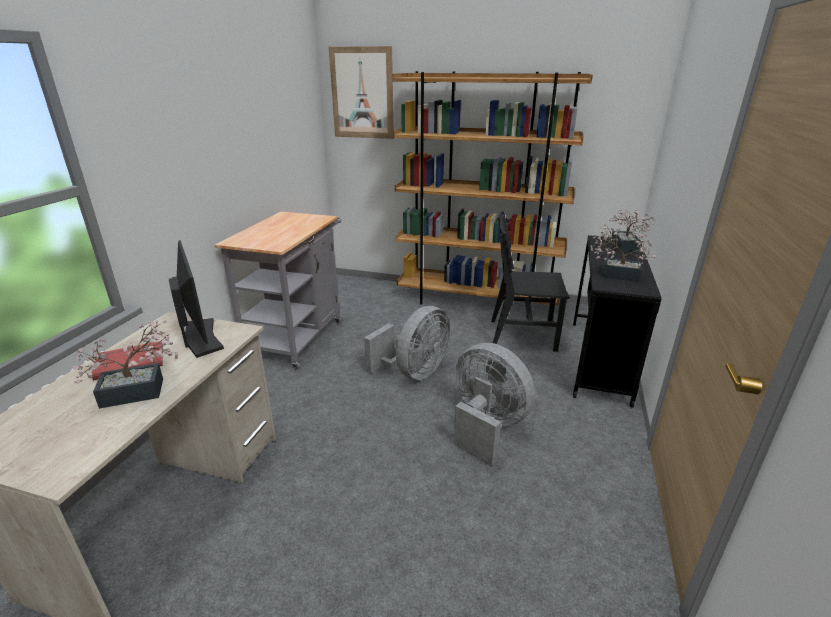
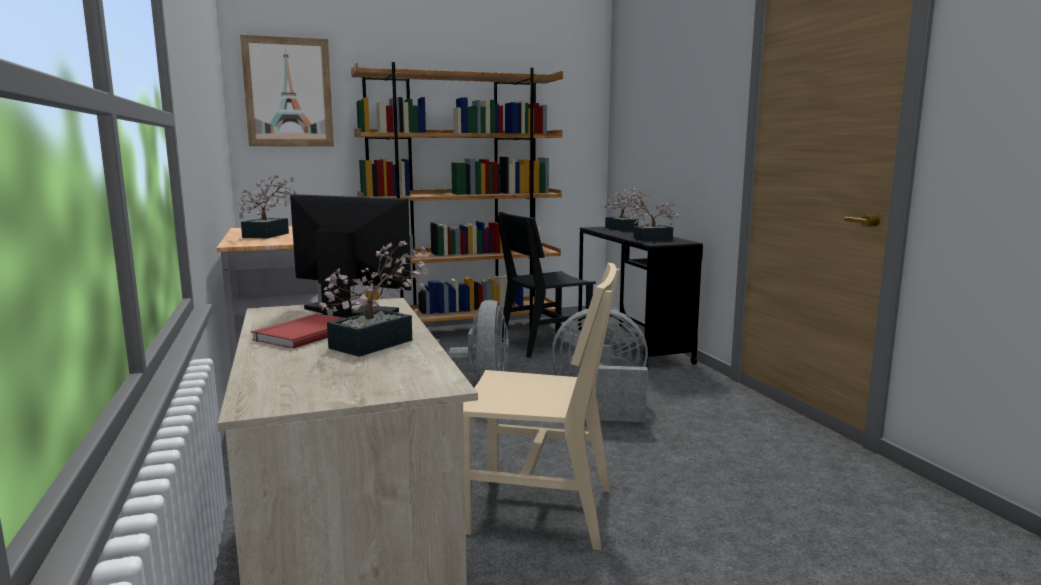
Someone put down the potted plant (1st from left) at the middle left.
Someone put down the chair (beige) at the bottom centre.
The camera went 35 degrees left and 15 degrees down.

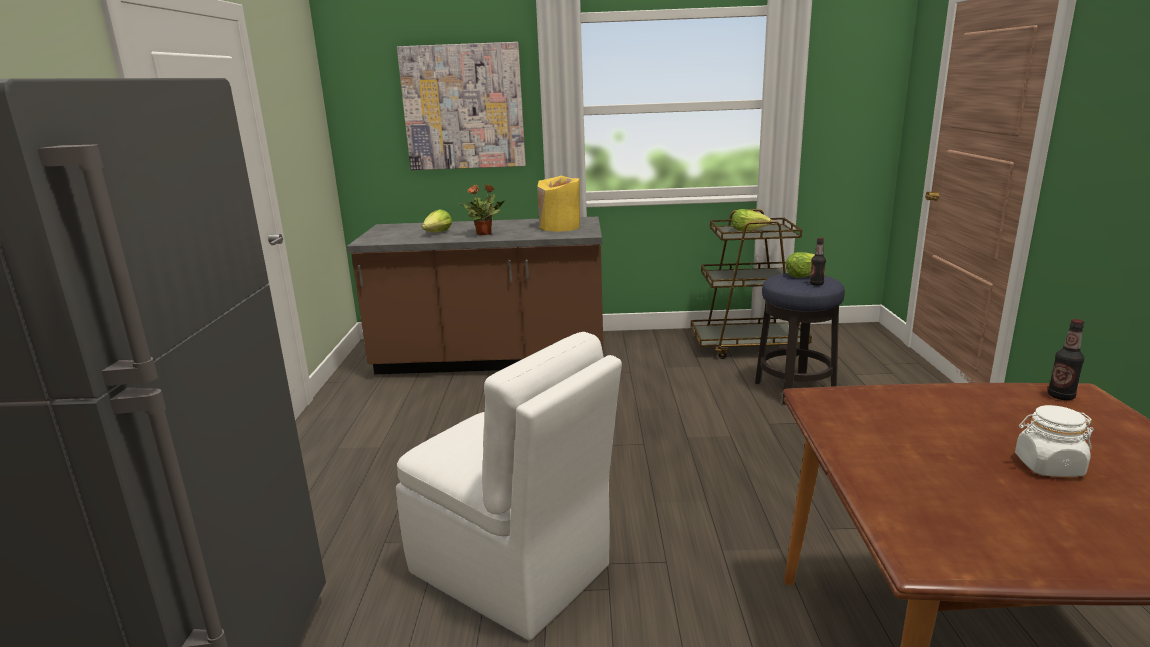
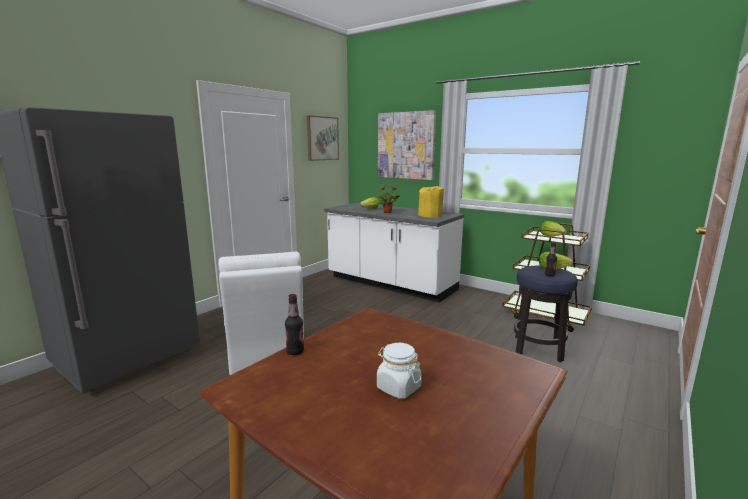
Someone carried the bottle (2nd from left in the first image) from the middle right to the centre.
Someone put up the picture (1st from left) at the top centre.
Someone repainted the counter (brown) at the centre, which became the counter (white) at the centre.
The camera went 35 degrees right and 5 degrees down.

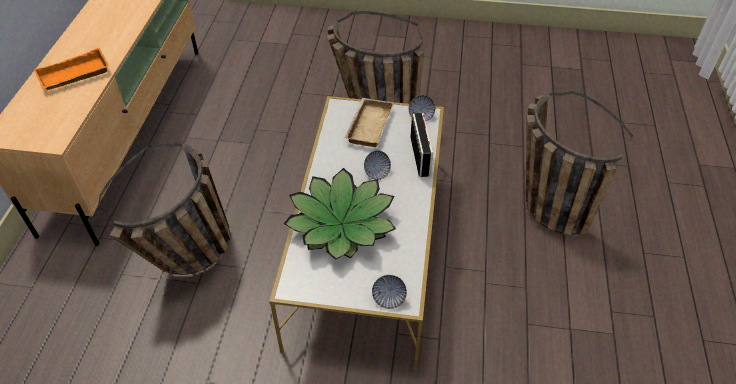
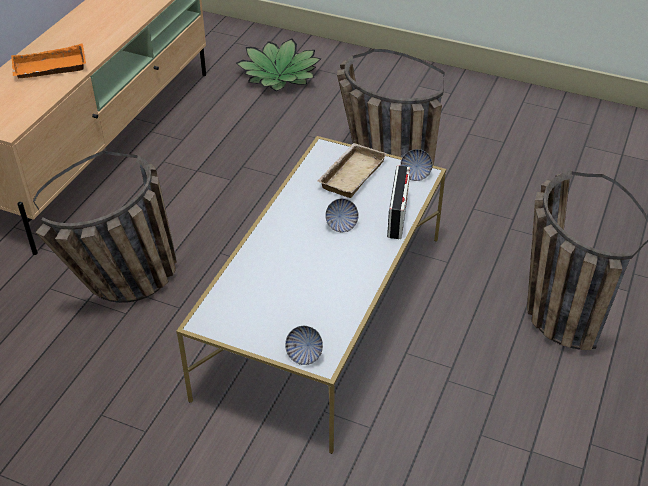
Someone carried the potted plant from the centre to the top centre.
The camera went 15 degrees right and 5 degrees down.

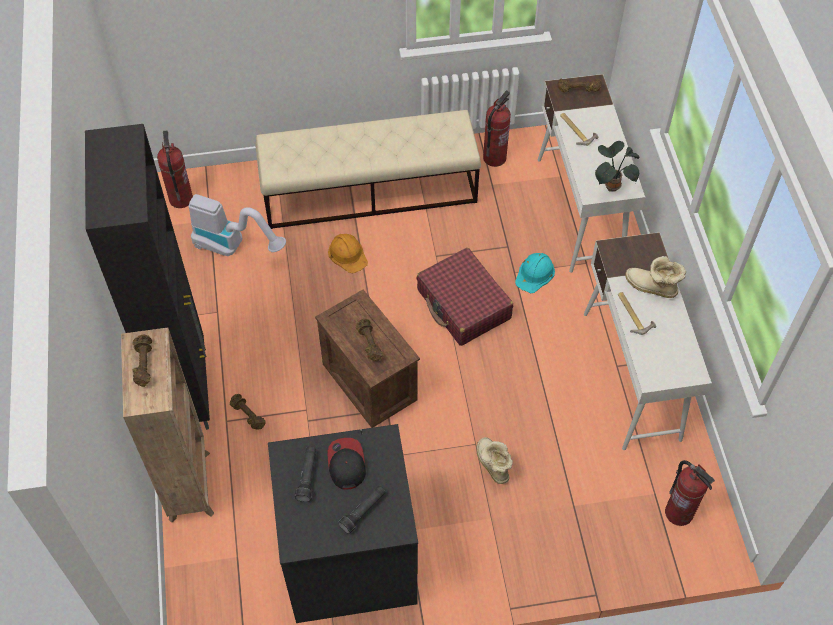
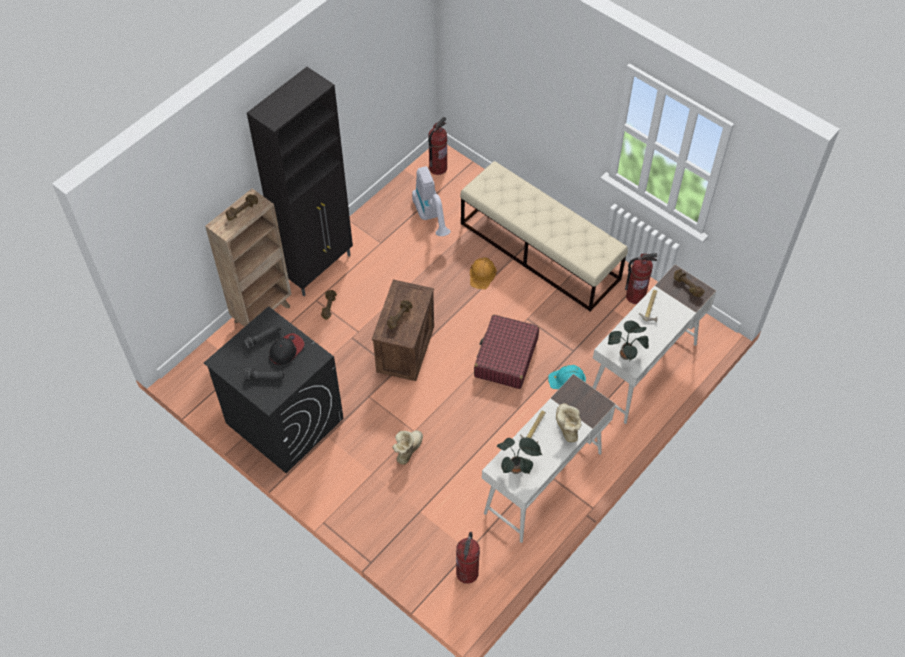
Someone put down the potted plant (1st from left) at the bottom centre.
The camera went 50 degrees right and 0 degrees up.

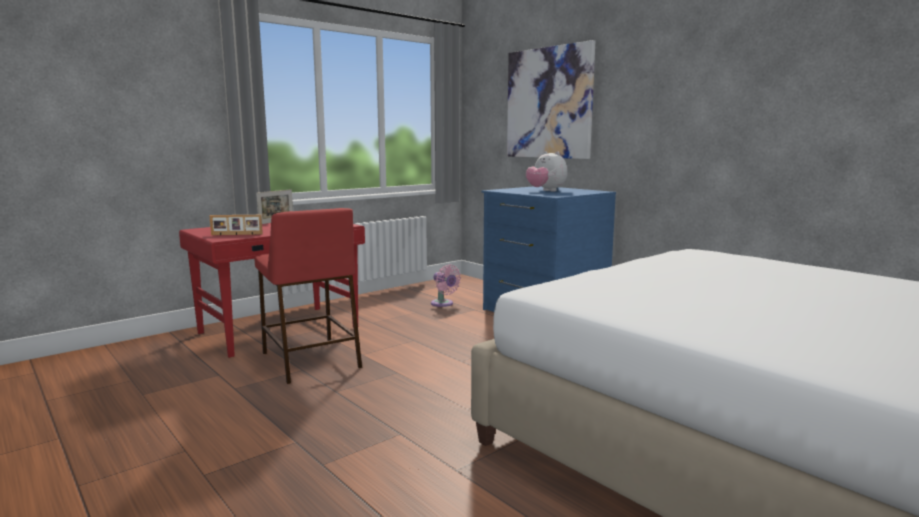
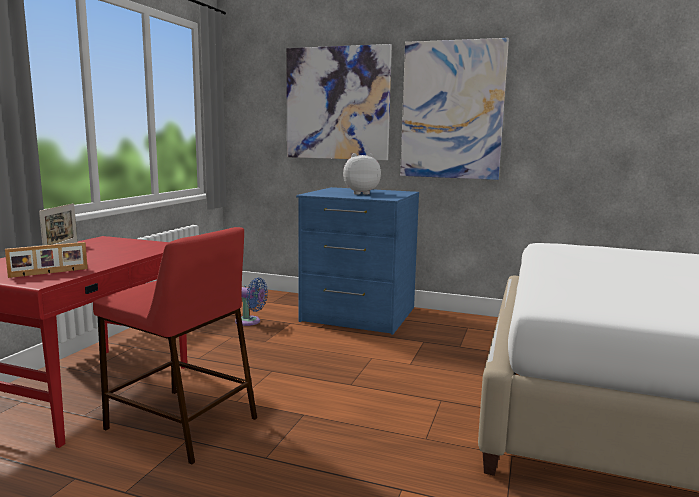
Someone repainted the fan (pink) at the centre, which became the fan (blue) at the centre.
Someone rotated the plush toy at the top centre by 150 degrees clockwise.
Someone put up the picture (2nd from left) at the top centre.
The camera went 30 degrees left and 0 degrees up.

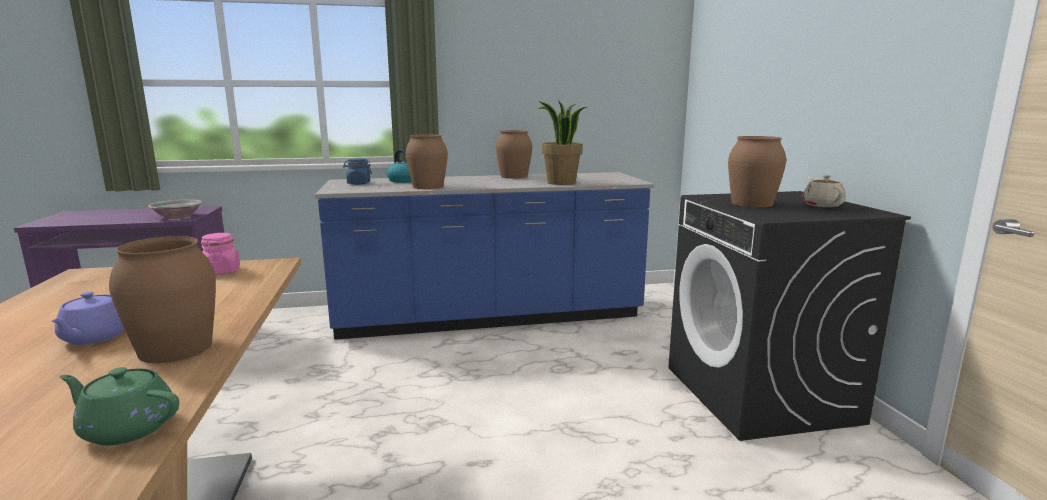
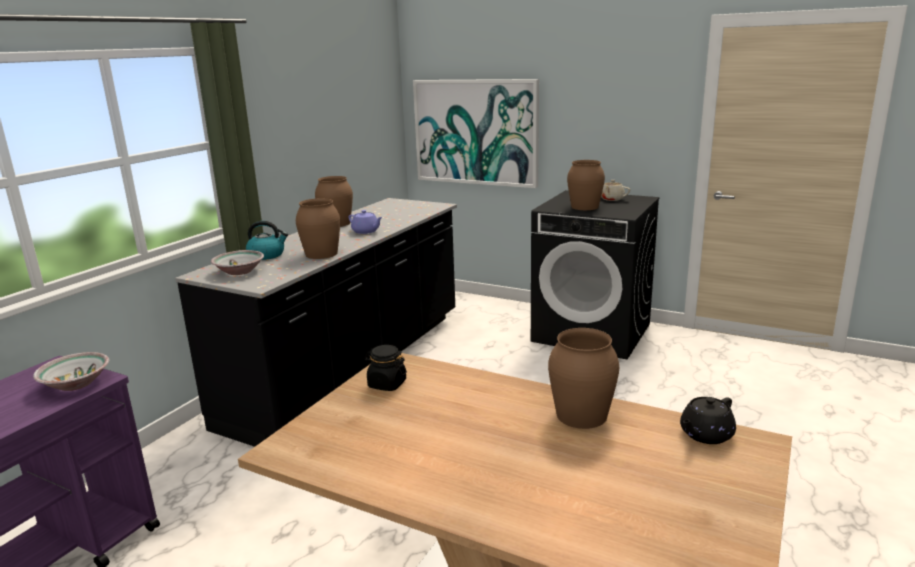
Someone repainted the counter (blue) at the centre, which became the counter (black) at the centre.
Someone swapped the jar (blue) at the centre for the bowl (2nd from left) at the middle left.
Someone carried the teapot (purple) from the middle left to the centre.
Someone repainted the jar (pink) at the middle left, which became the jar (black) at the centre.
Someone put up the picture at the top centre.
Someone repainted the teapot (green) at the bottom left, which became the teapot (black) at the bottom right.
Someone took away the potted plant at the top centre.
The camera went 50 degrees left and 5 degrees up.

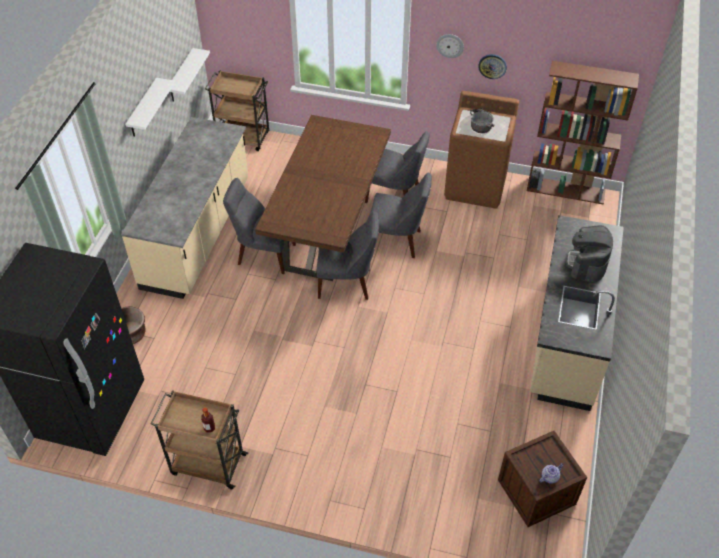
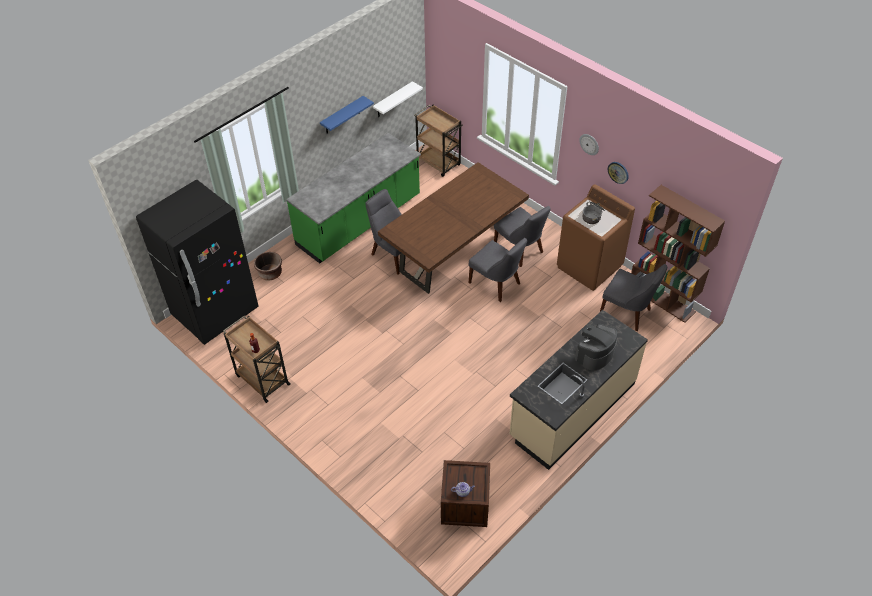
Someone repainted the counter (beige) (1st from left) at the middle left, which became the counter (green) at the top centre.
Someone repainted the shelf (white) (1st from left) at the top left, which became the shelf (blue) at the top centre.
Someone carried the chair (grey) (2nd from left in the first image) from the centre to the middle right.
The camera went 30 degrees right and 0 degrees up.

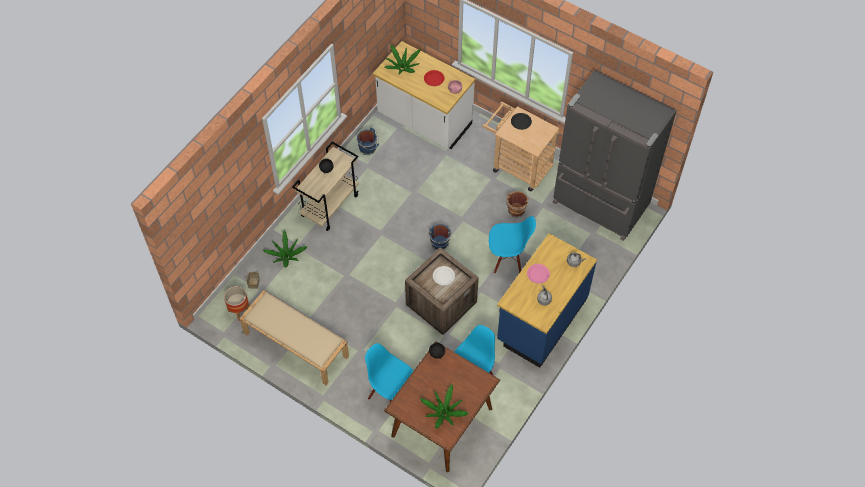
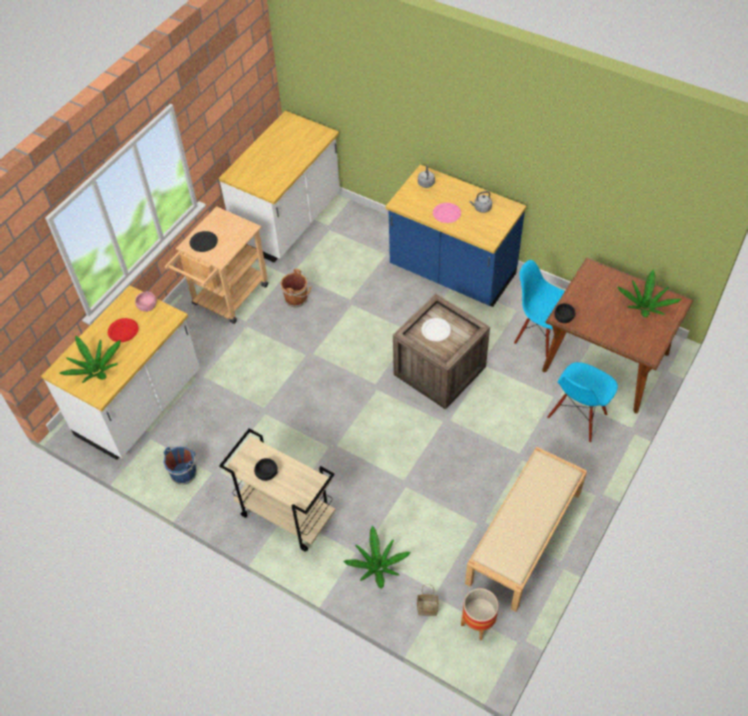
Someone swapped the fridge (grey) at the top right for the counter (white) (2nd from left) at the top centre.
Someone took away the bucket (blue) (2nd from left) at the centre.
Someone took away the chair (blue) (3rd from left) at the centre.
The camera went 90 degrees left and 5 degrees down.

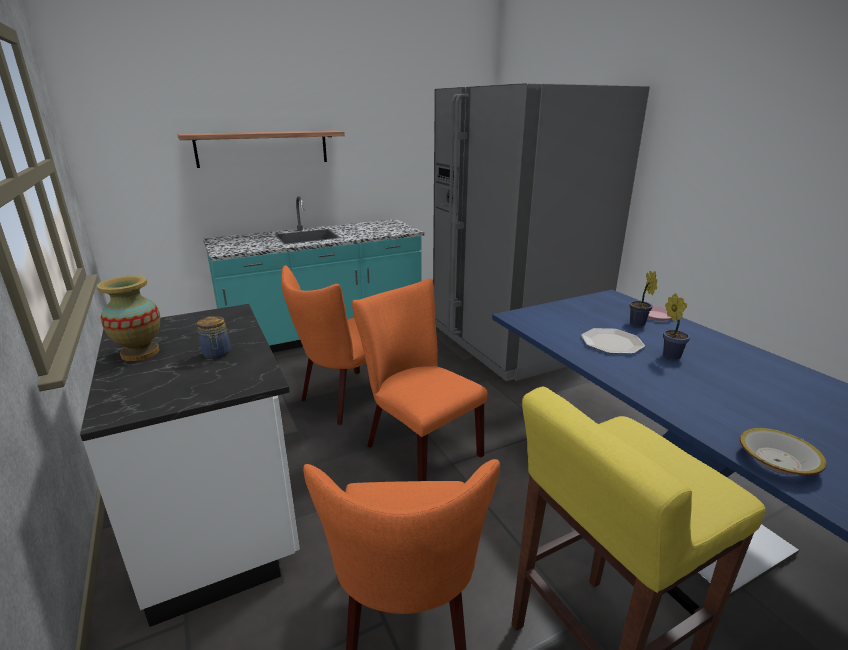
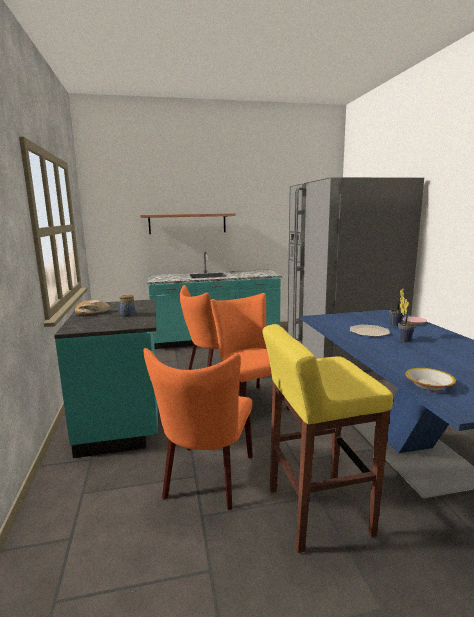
Someone repainted the counter (white) at the bottom left, which became the counter (turquoise) (1st from left) at the middle left.
Someone swapped the vase at the middle left for the bread at the middle left.
The camera went 15 degrees right and 10 degrees down.

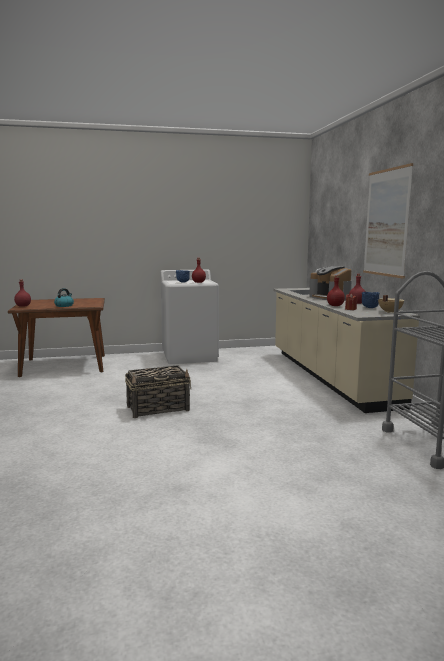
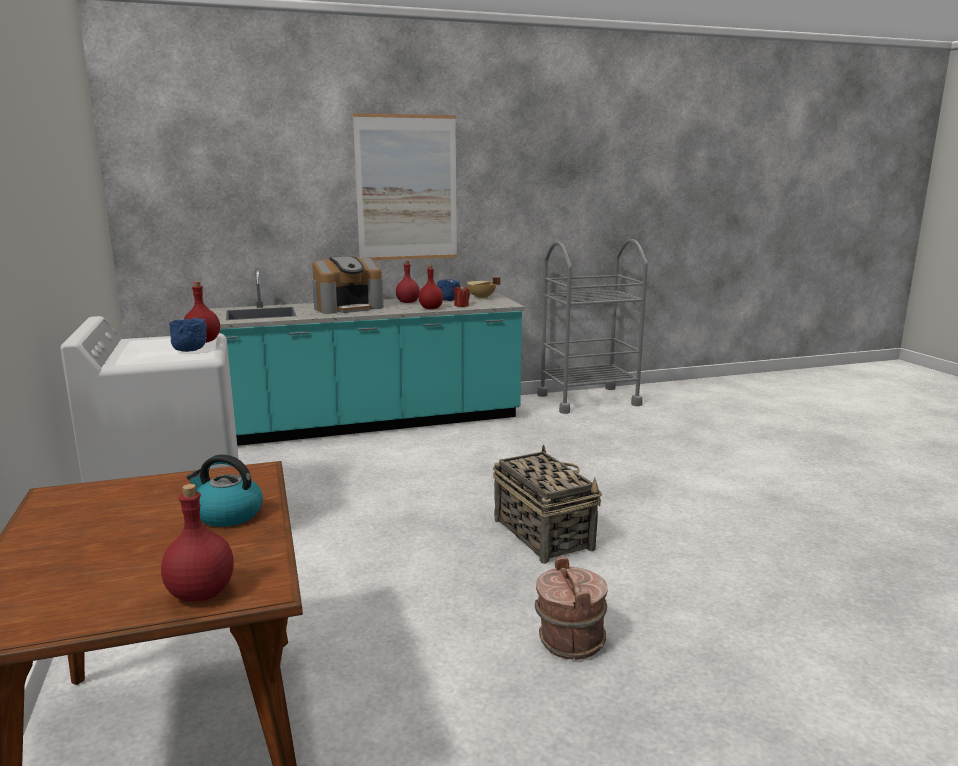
Someone repainted the counter (beige) at the middle right, which became the counter (turquoise) at the centre.
Someone put down the bucket (brown) at the bottom centre.
The camera went 95 degrees left and 5 degrees up.

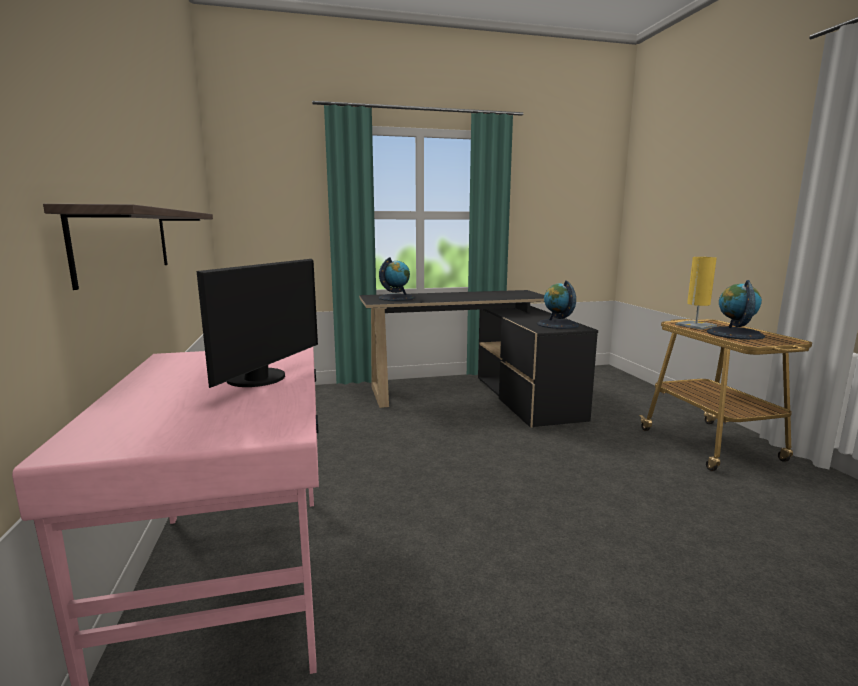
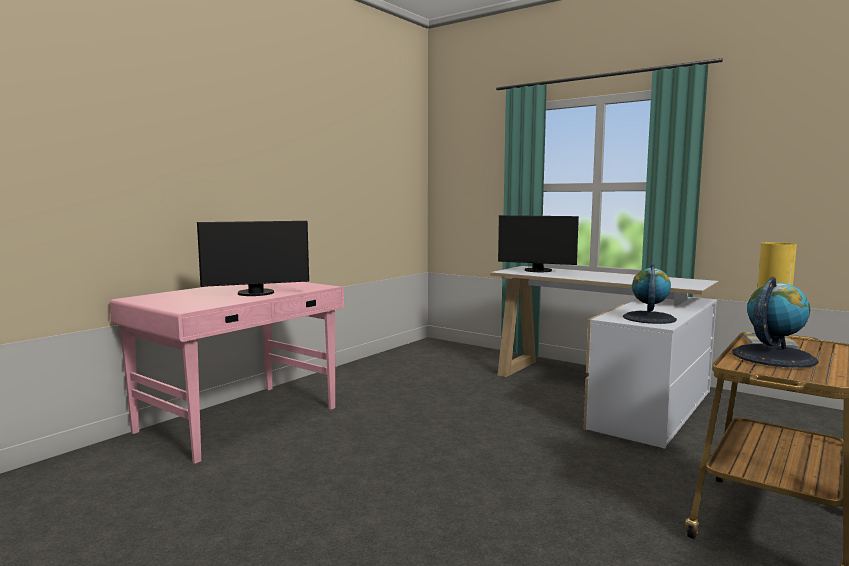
Someone repainted the desk (black) at the centre, which became the desk (white) at the middle right.
Someone swapped the globe (1st from left) at the centre for the monitor (2nd from left) at the centre.
Someone took away the shelf at the middle left.
The camera went 50 degrees right and 5 degrees down.

